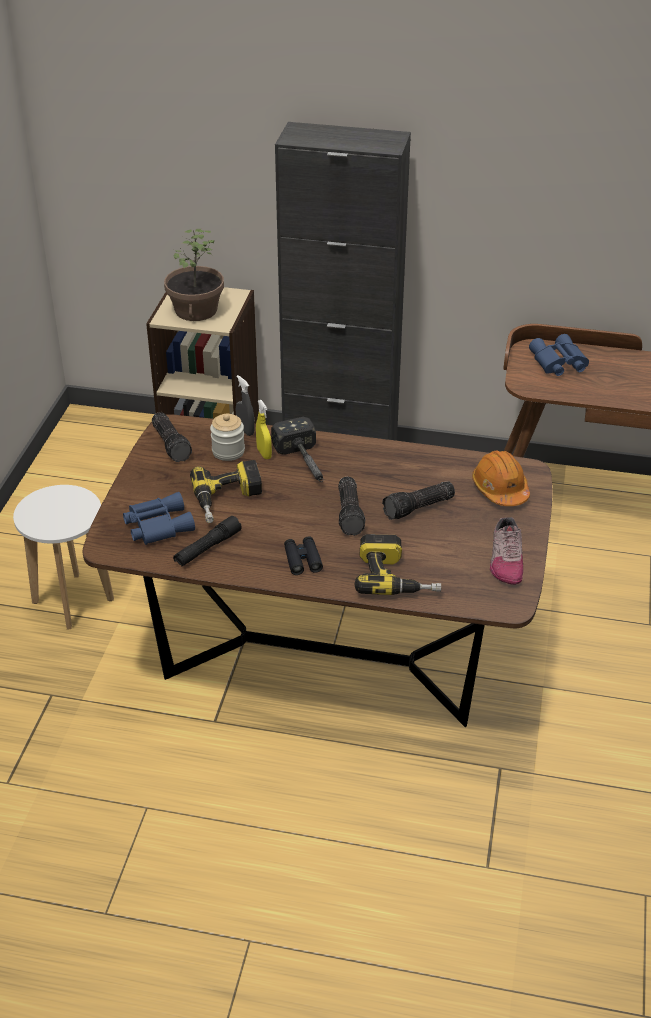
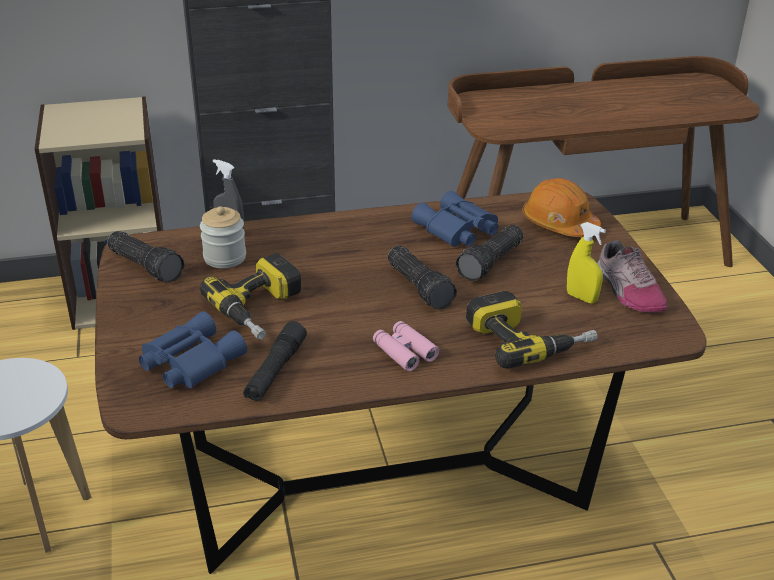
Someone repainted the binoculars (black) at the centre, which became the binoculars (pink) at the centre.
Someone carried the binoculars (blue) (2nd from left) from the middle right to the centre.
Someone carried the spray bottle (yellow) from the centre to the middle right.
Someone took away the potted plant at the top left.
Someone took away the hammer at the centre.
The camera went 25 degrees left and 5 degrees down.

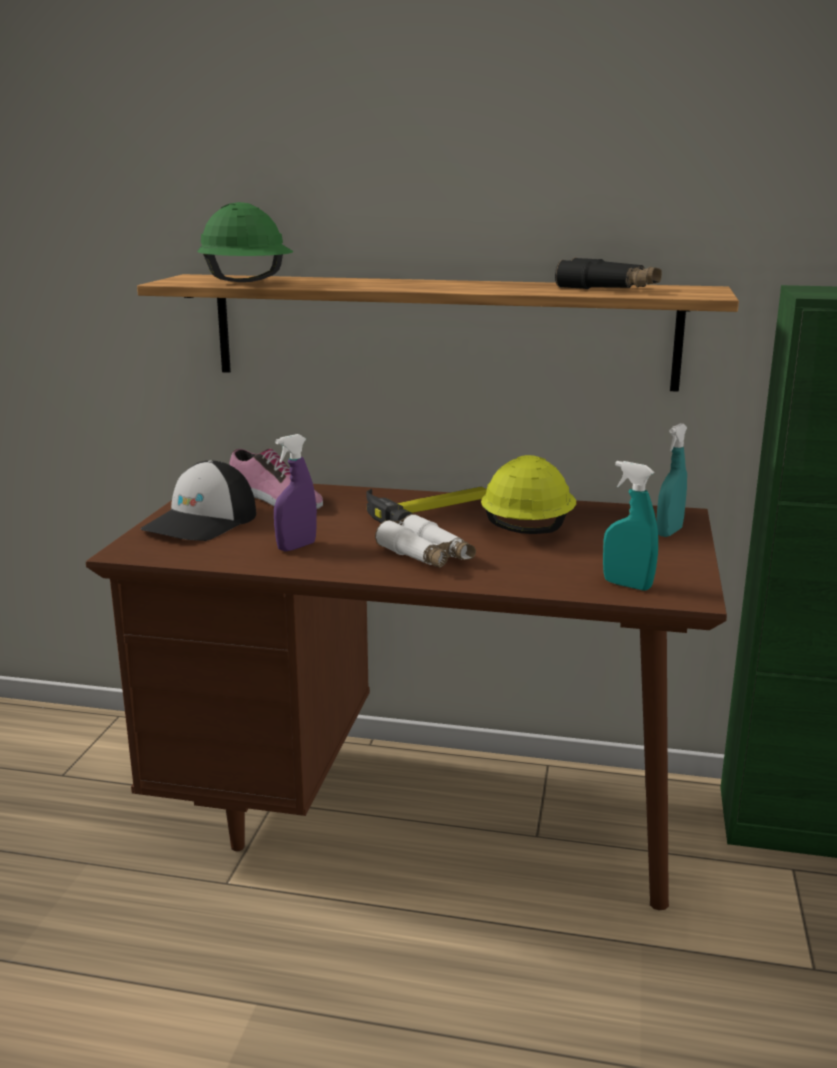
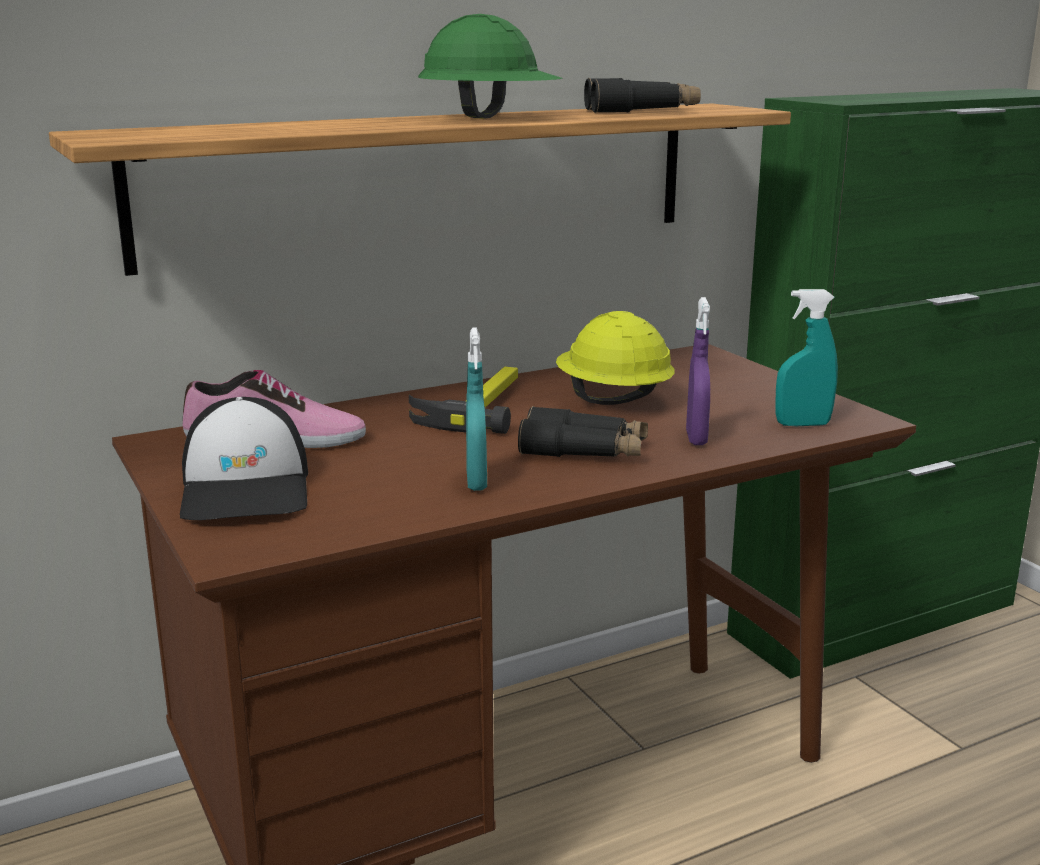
Someone carried the hard hat (green) from the top left to the top centre.
Someone carried the spray bottle (turquoise) (2nd from left in the first image) from the middle right to the centre.
Someone repainted the binoculars (white) at the centre, which became the binoculars (black) (1st from left) at the centre.
Someone carried the spray bottle (purple) from the centre to the middle right.
The camera went 40 degrees left and 0 degrees up.

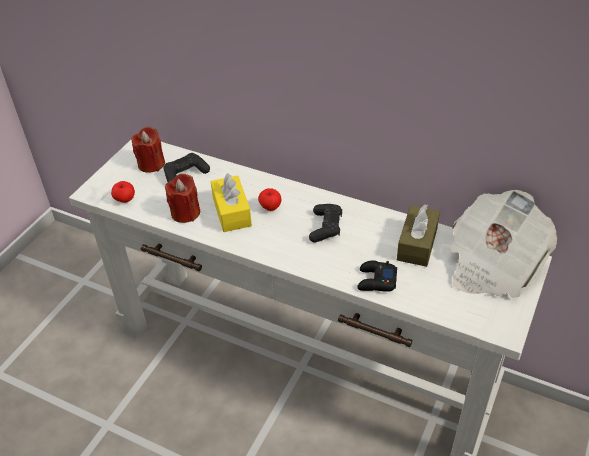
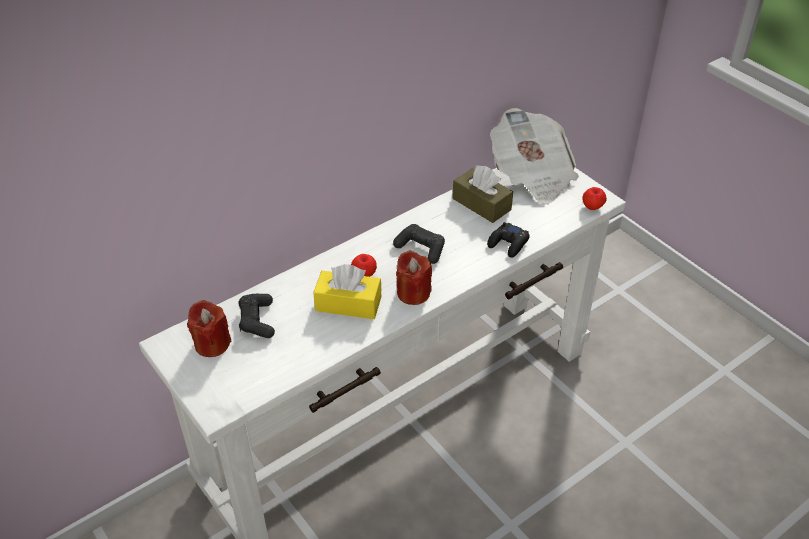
Someone carried the candle (red) (2nd from left) from the middle left to the centre.
Someone carried the apple (1st from left in the first image) from the middle left to the middle right.
The camera went 65 degrees left and 0 degrees up.

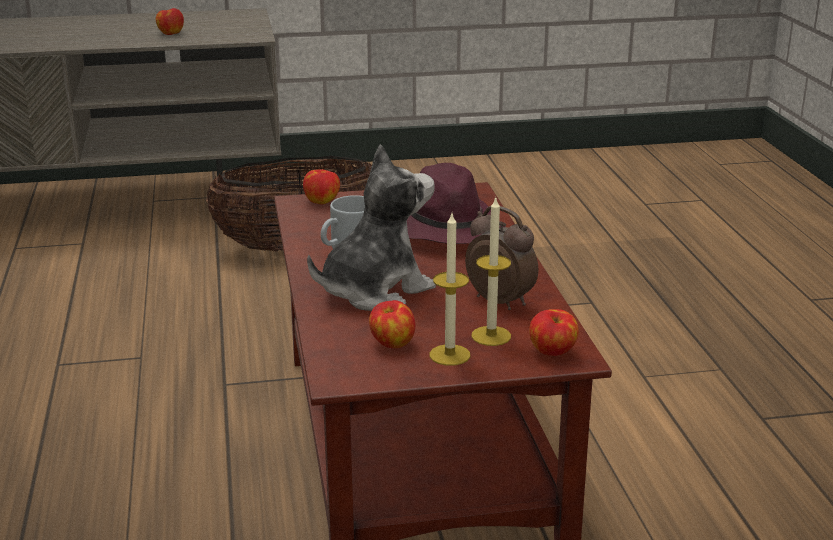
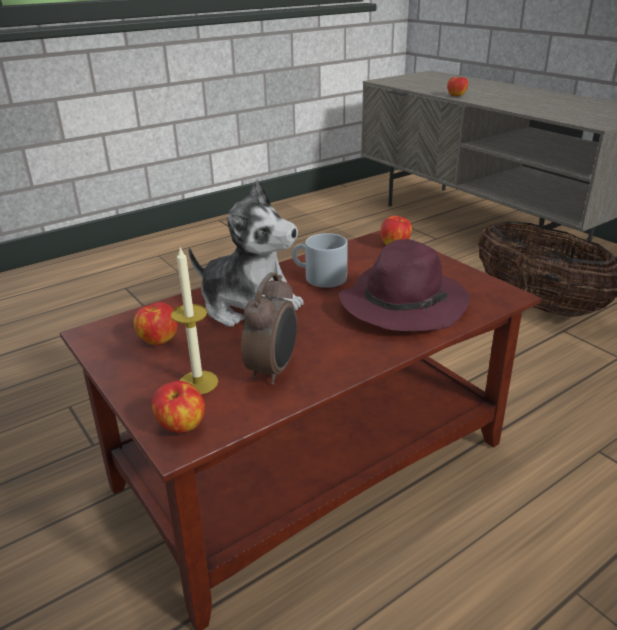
Someone carried the apple (1st from left in the first image) from the top left to the top right.
Someone took away the candle (1st from left) at the centre.
The camera went 65 degrees right and 5 degrees up.

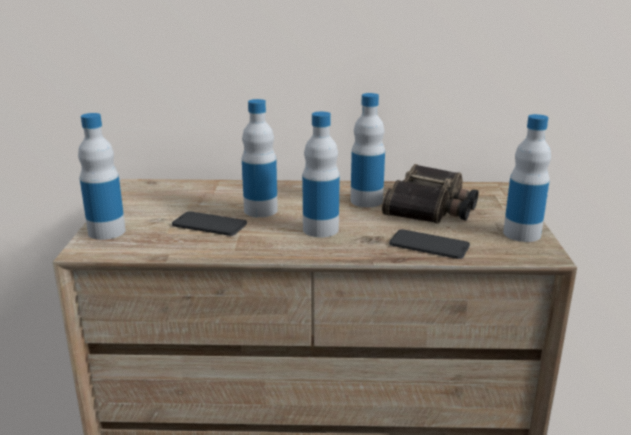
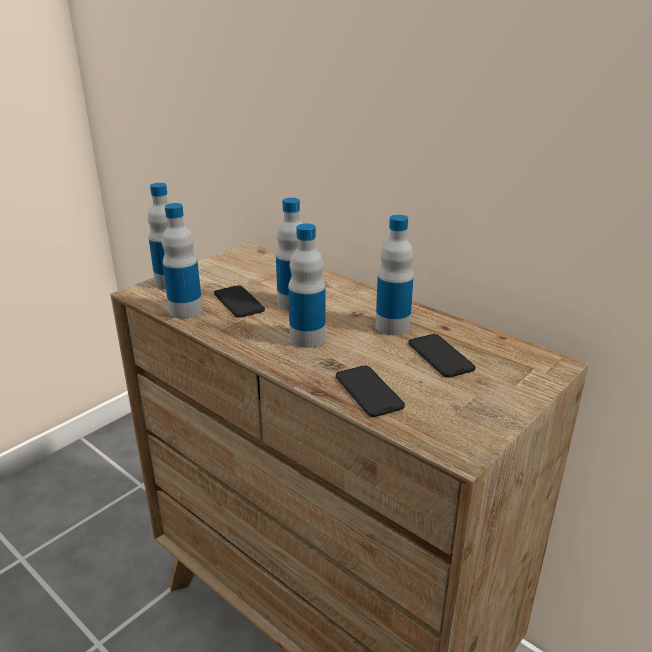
Someone carried the bottle (5th from left in the first image) from the middle right to the middle left.
Someone swapped the binoculars at the middle right for the phone (3rd from left) at the middle right.
The camera went 40 degrees right and 5 degrees up.

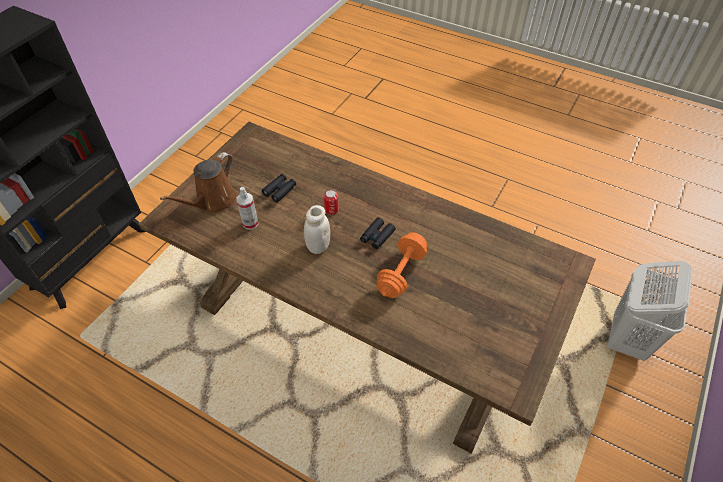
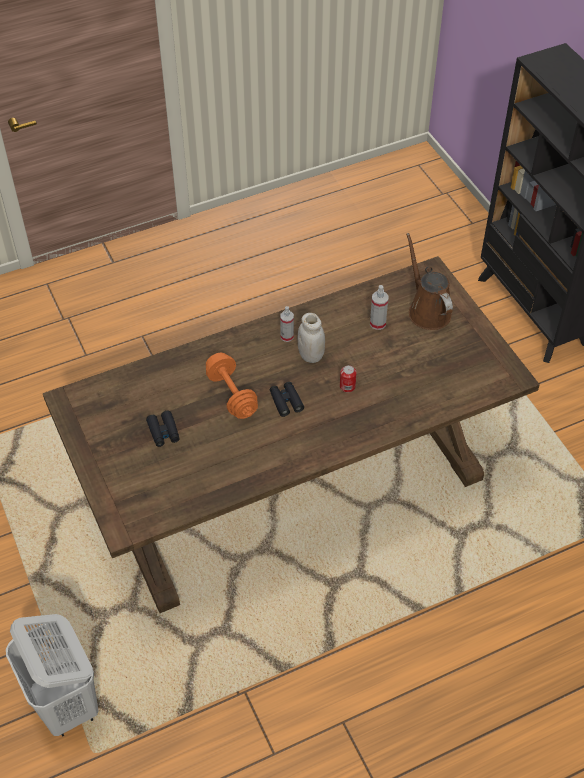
Someone carried the binoculars (black) (1st from left) from the centre to the middle left.
Someone put down the spray bottle (1st from left) at the centre.
The camera went 125 degrees right and 0 degrees up.

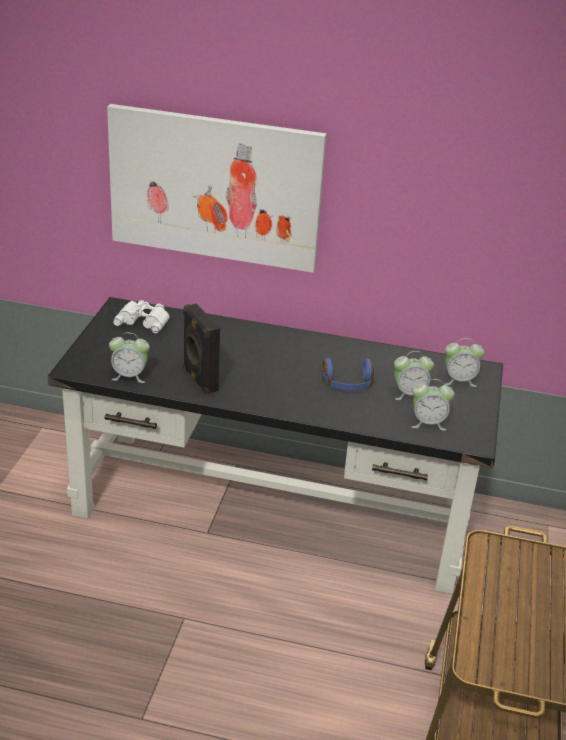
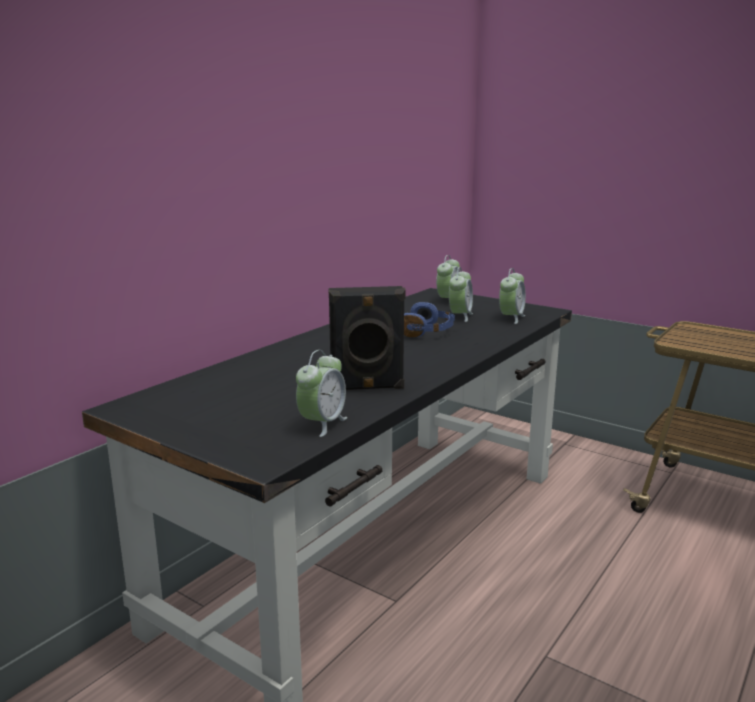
Someone took away the picture at the top centre.
Someone took away the binoculars (white) at the middle left.
The camera went 65 degrees left and 15 degrees down.

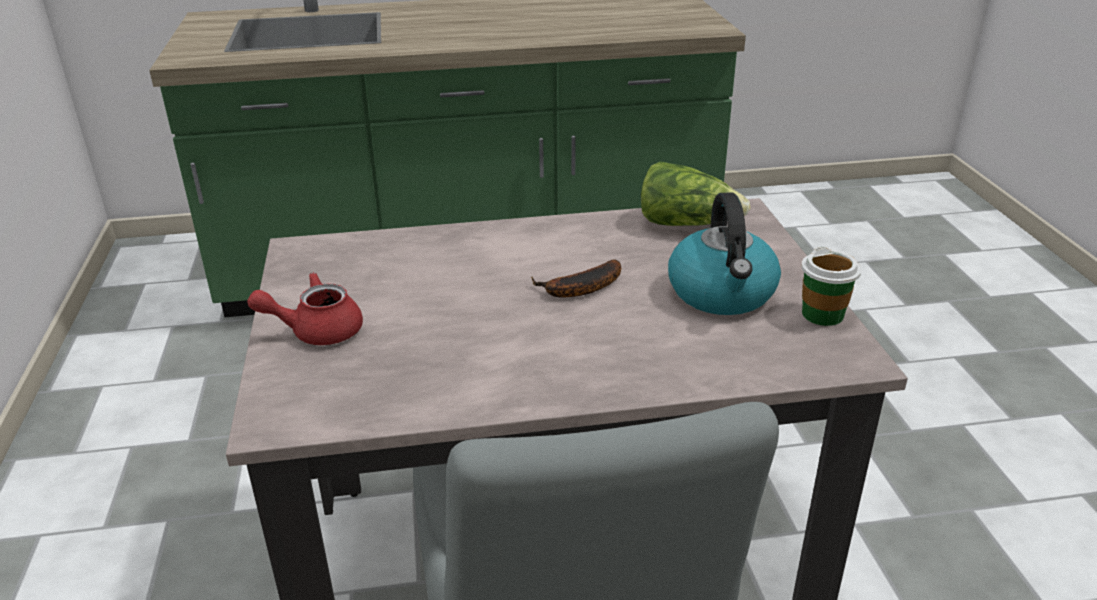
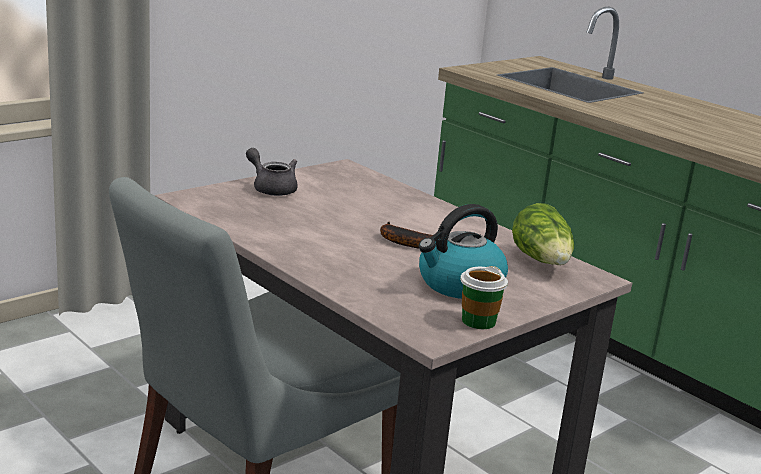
Someone repainted the teapot (red) at the middle left, which became the teapot (grey) at the centre.
The camera went 55 degrees right and 10 degrees down.

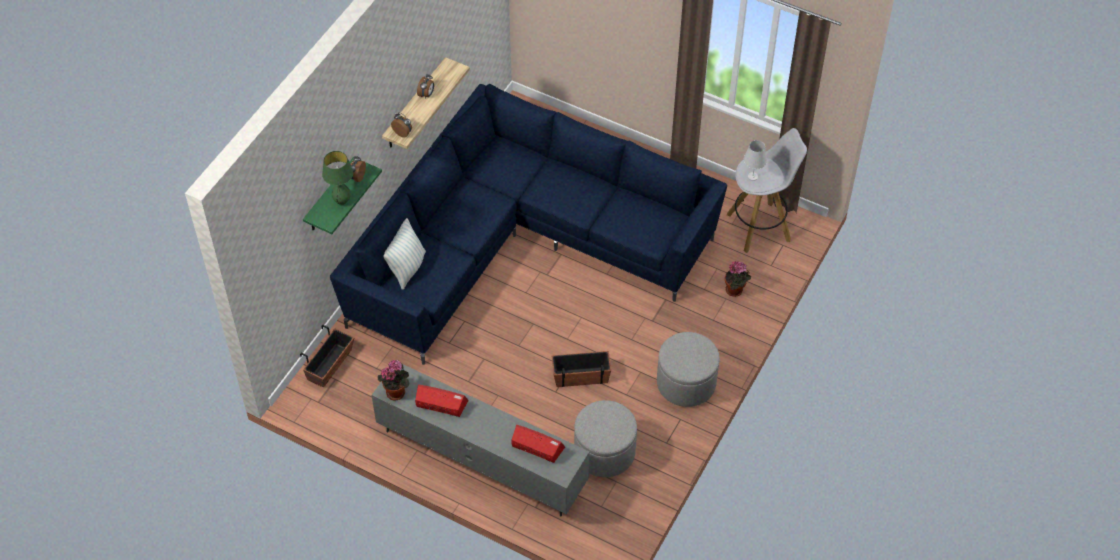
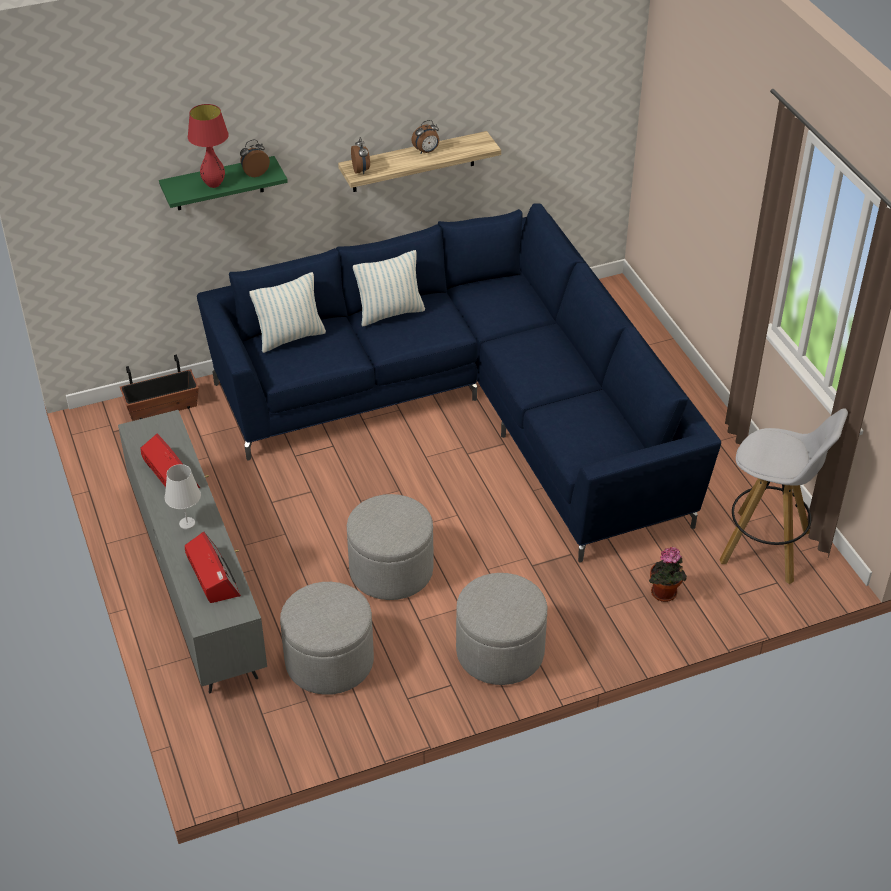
Someone carried the table lamp (white) from the top right to the middle left.
Someone repainted the table lamp (green) at the top left, which became the table lamp (red) at the top left.
Someone swapped the planter (2nd from left) at the centre for the ottoman (grey) (2nd from left) at the centre.
Someone put down the pillow (2nd from left) at the top centre.
Someone took away the potted plant (1st from left) at the bottom centre.
The camera went 40 degrees right and 10 degrees down.

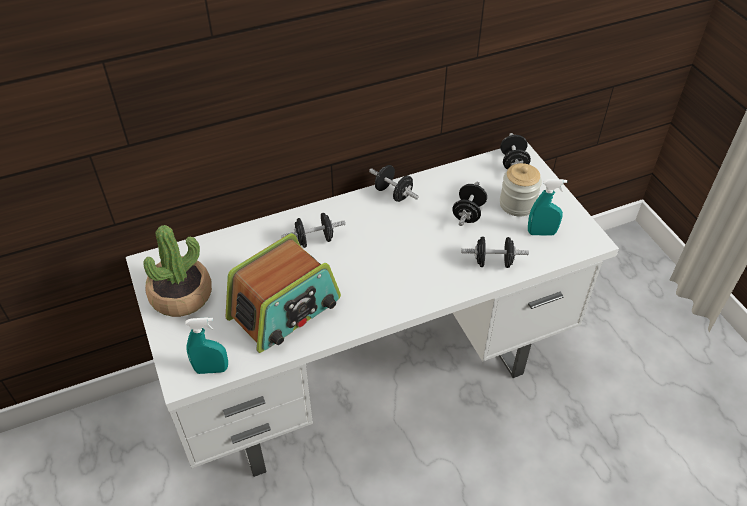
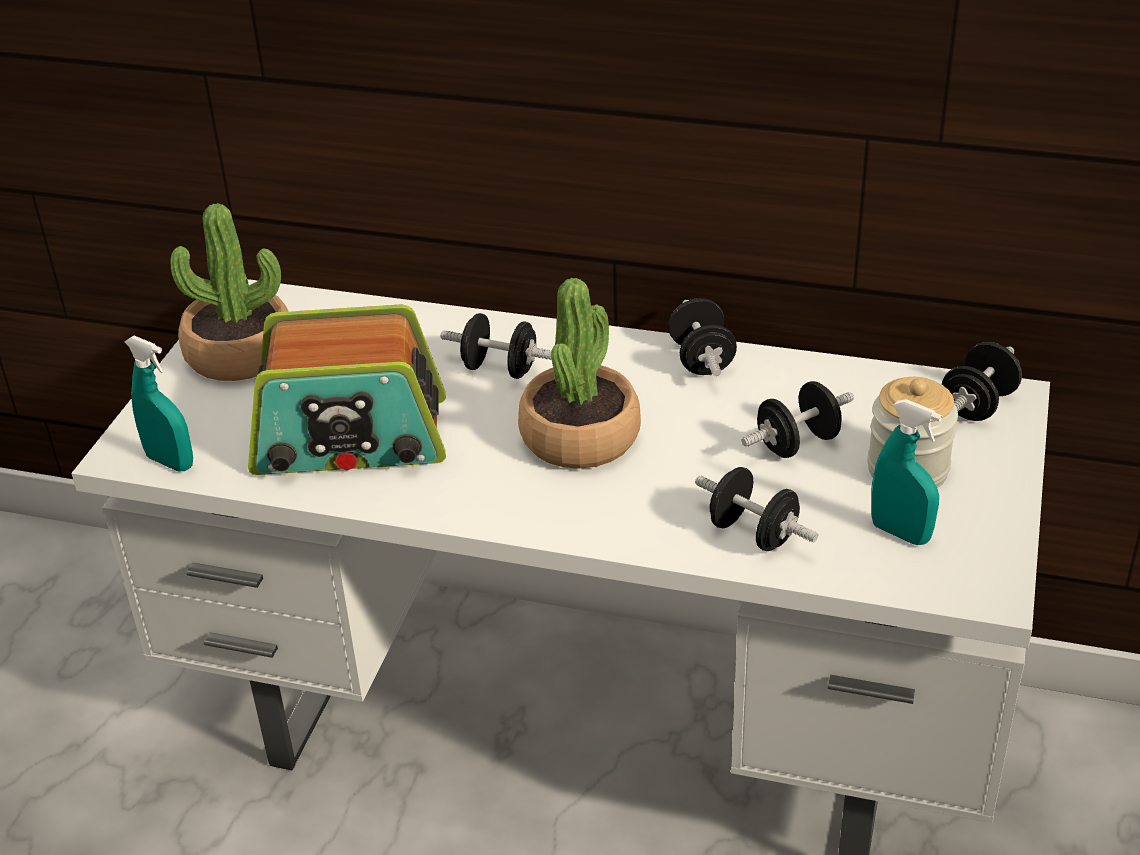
Someone put down the potted plant (2nd from left) at the centre.
The camera went 40 degrees right and 10 degrees down.

